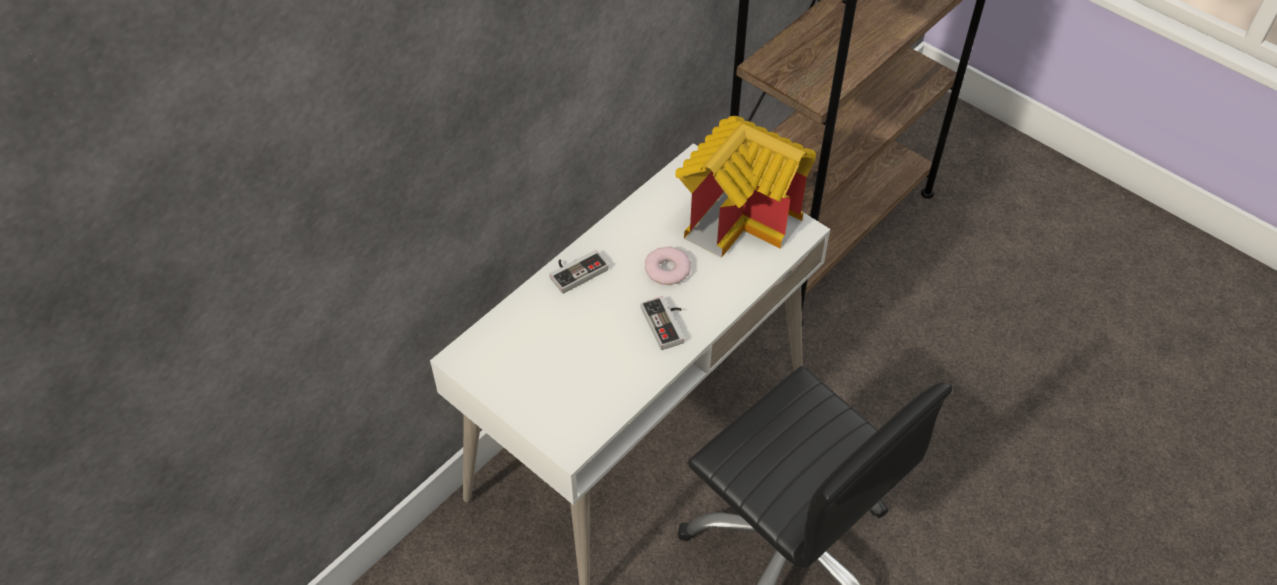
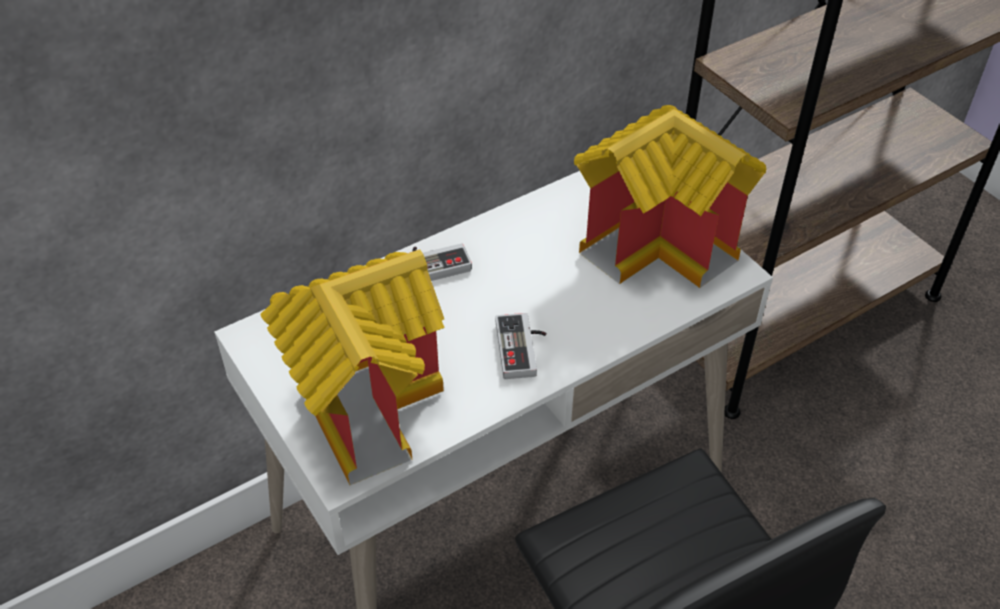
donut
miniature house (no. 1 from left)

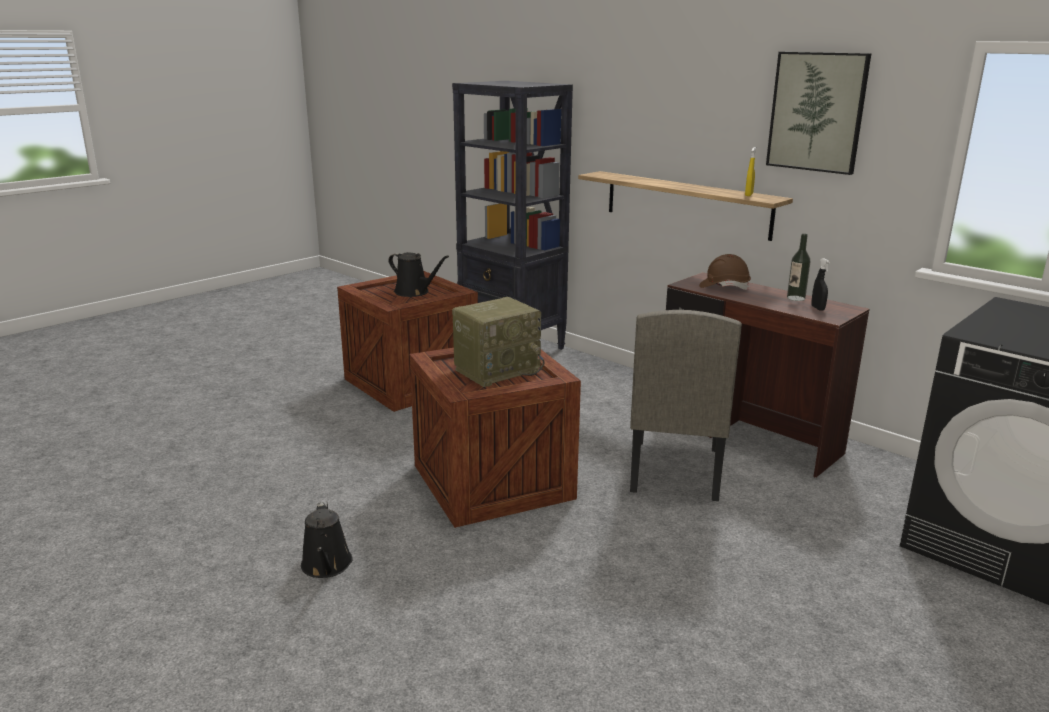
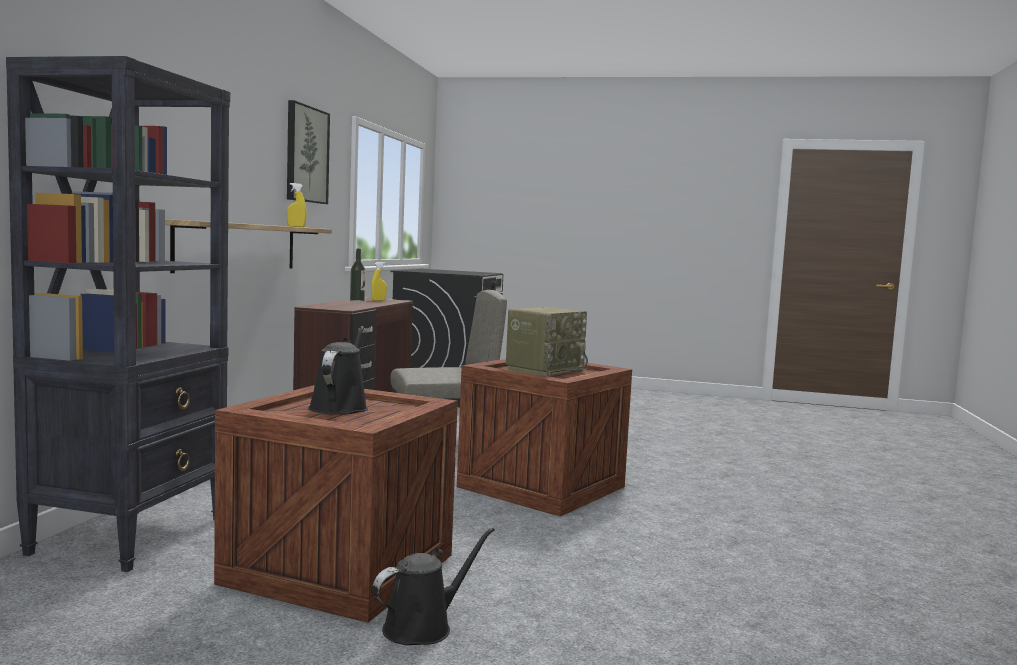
work helmet/brownish
watering can/black-coloured (no. 2 from left)
sprayer/yellow-coloured (no. 2 from left)
radio receiver

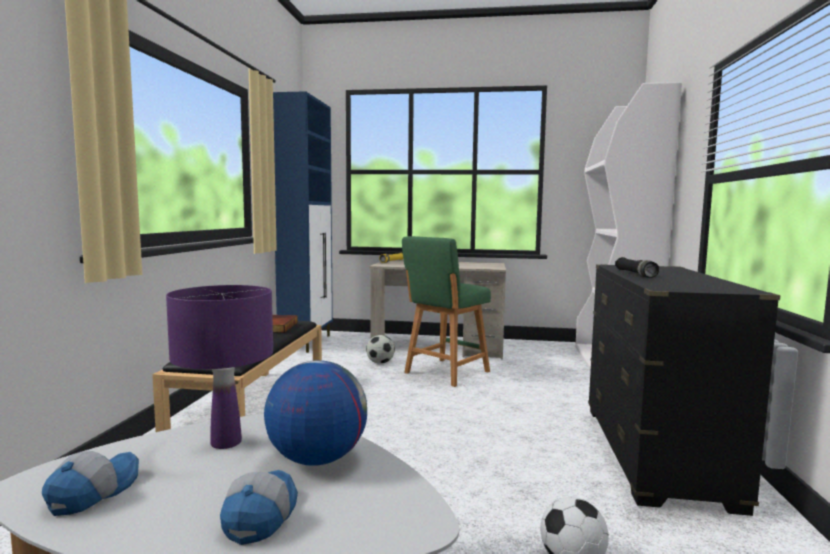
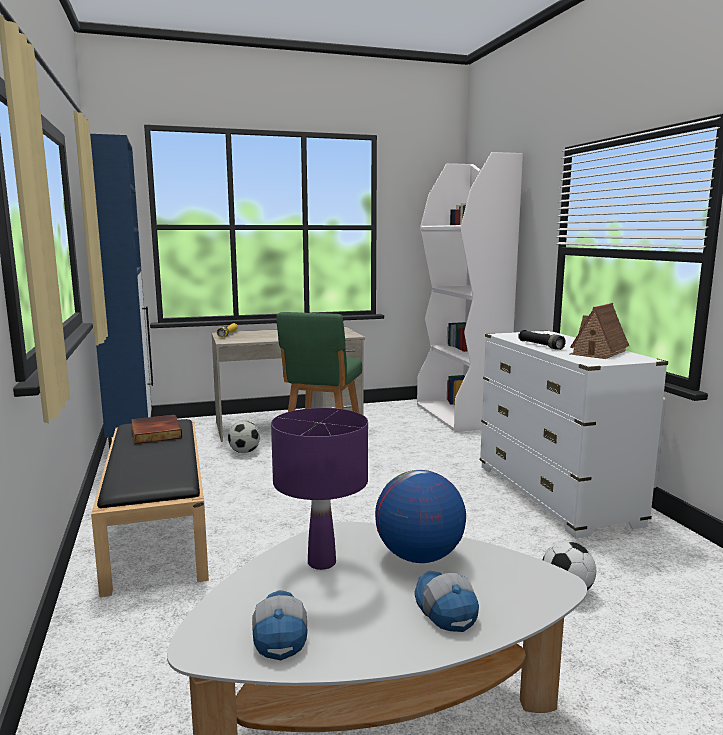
miniature house
dresser/whitish

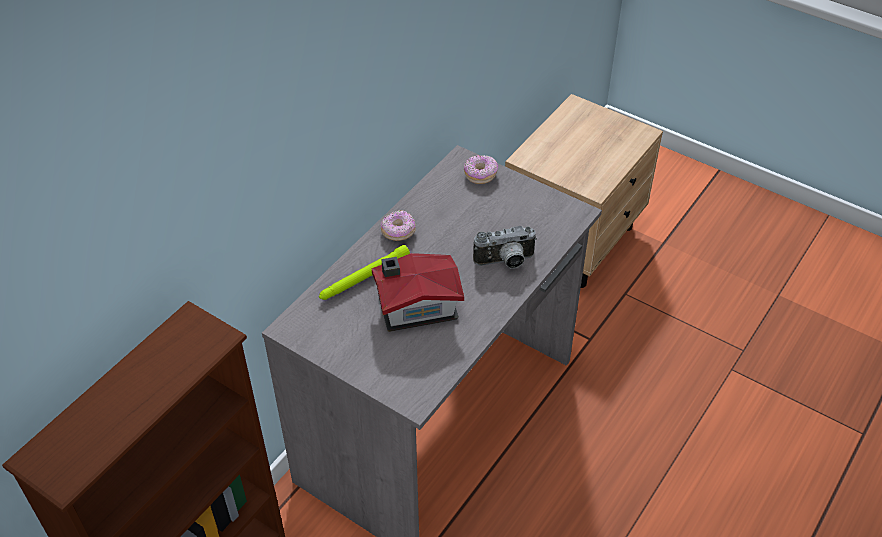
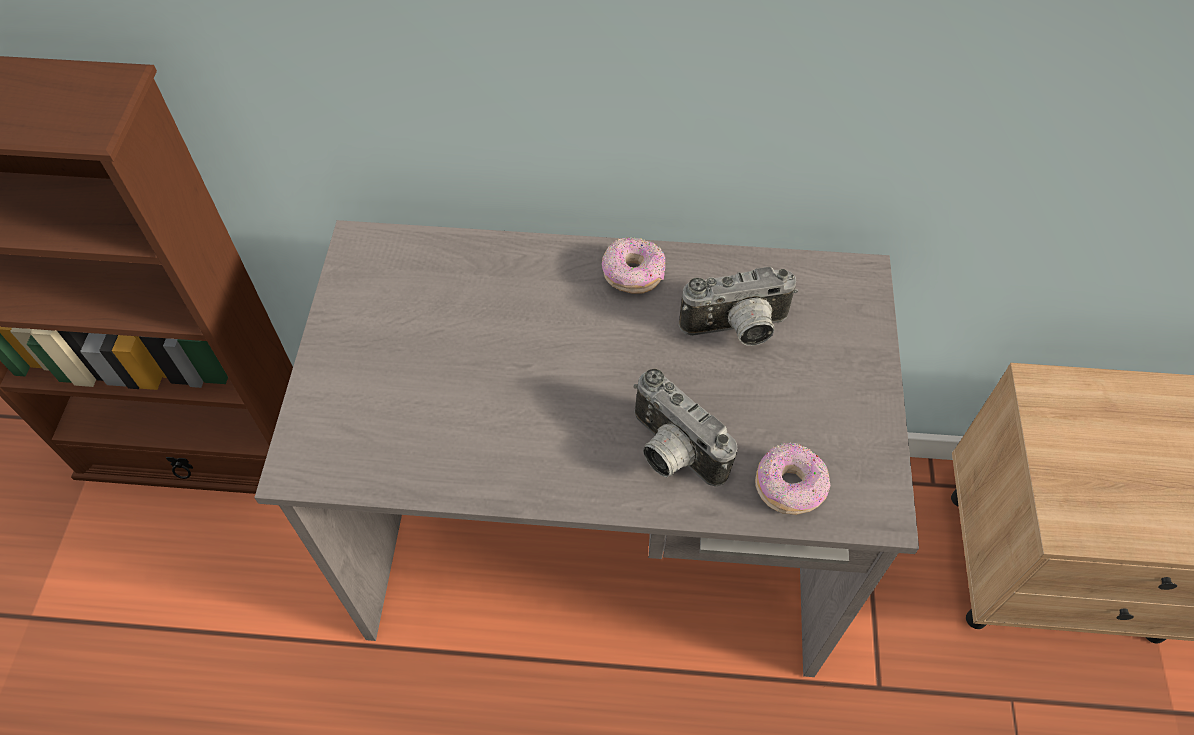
torch/green-coloured
miniature house
still camera (no. 2 from left)
donut (no. 2 from left)

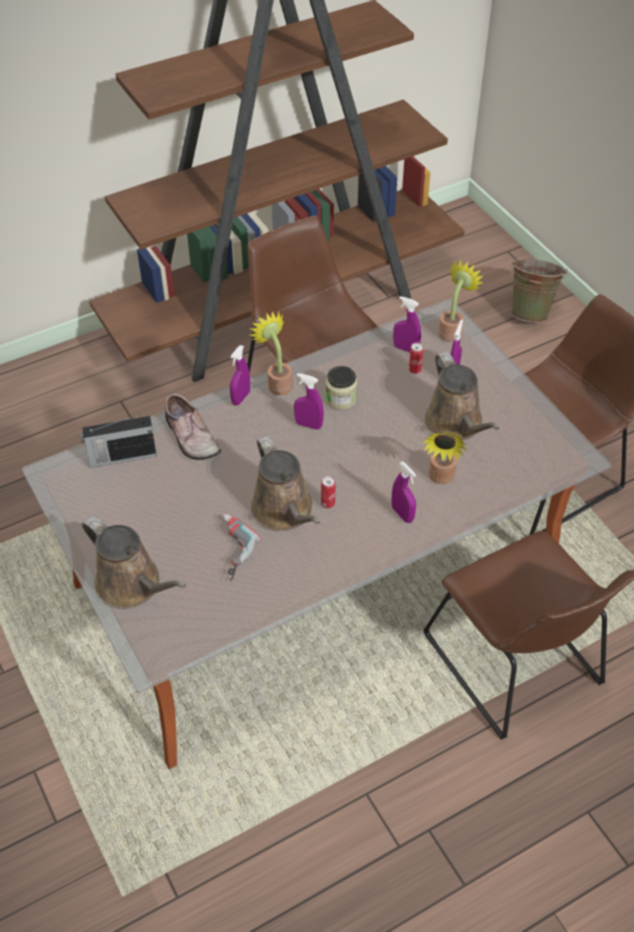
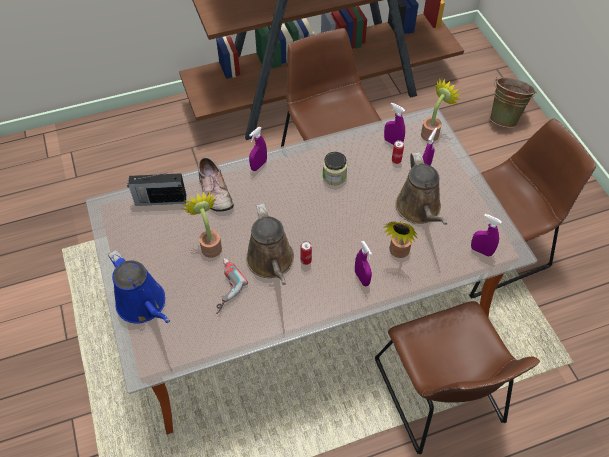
plant in a pot (no. 1 from left)
sprayer/purple-coloured (no. 5 from left)
watering can/blue

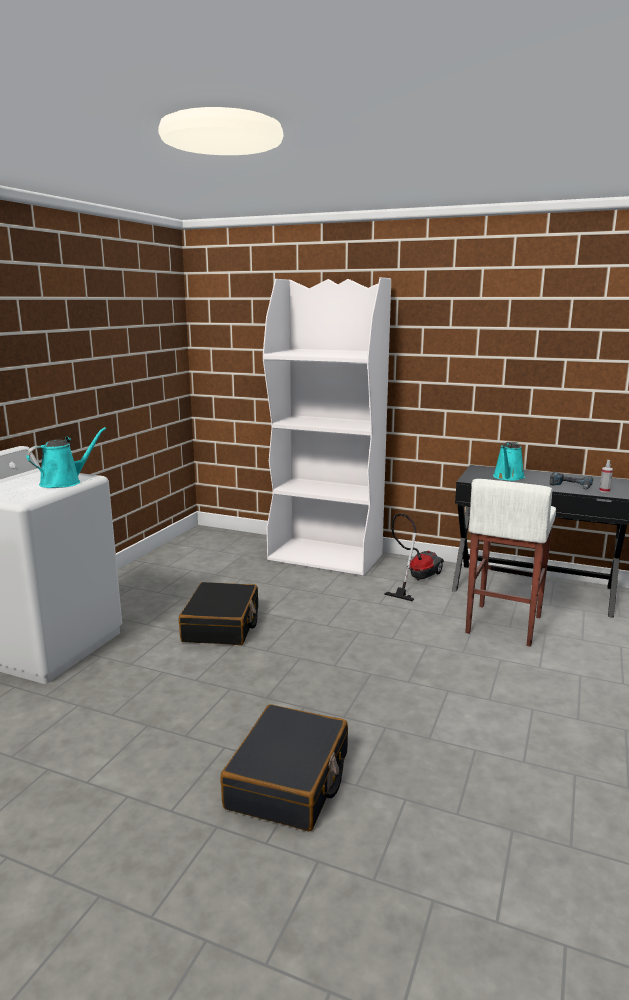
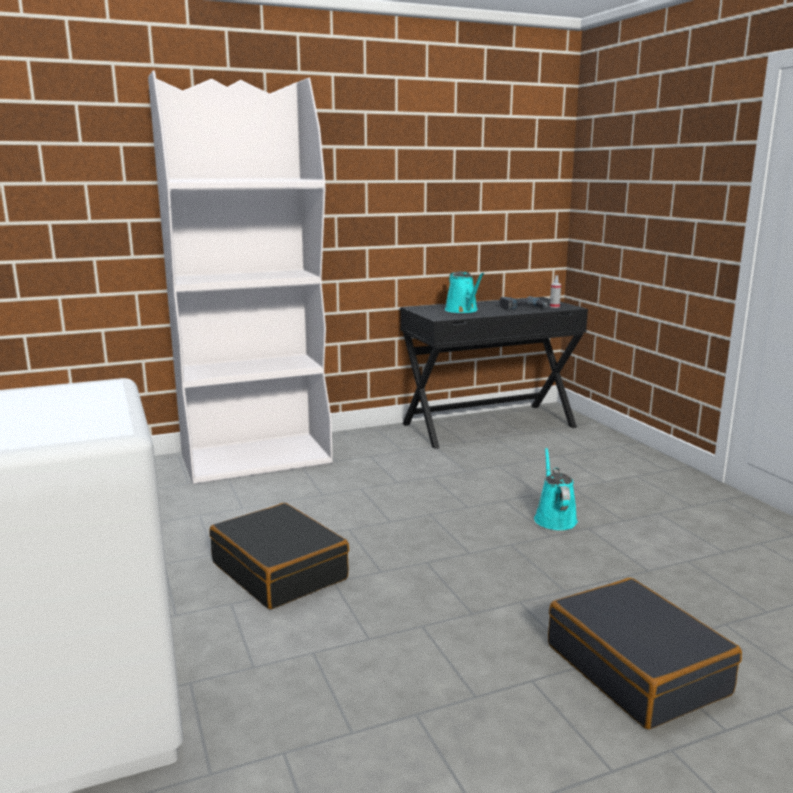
vacuum
sitting stool/whitish
watering can/blue-green (no. 2 from left)

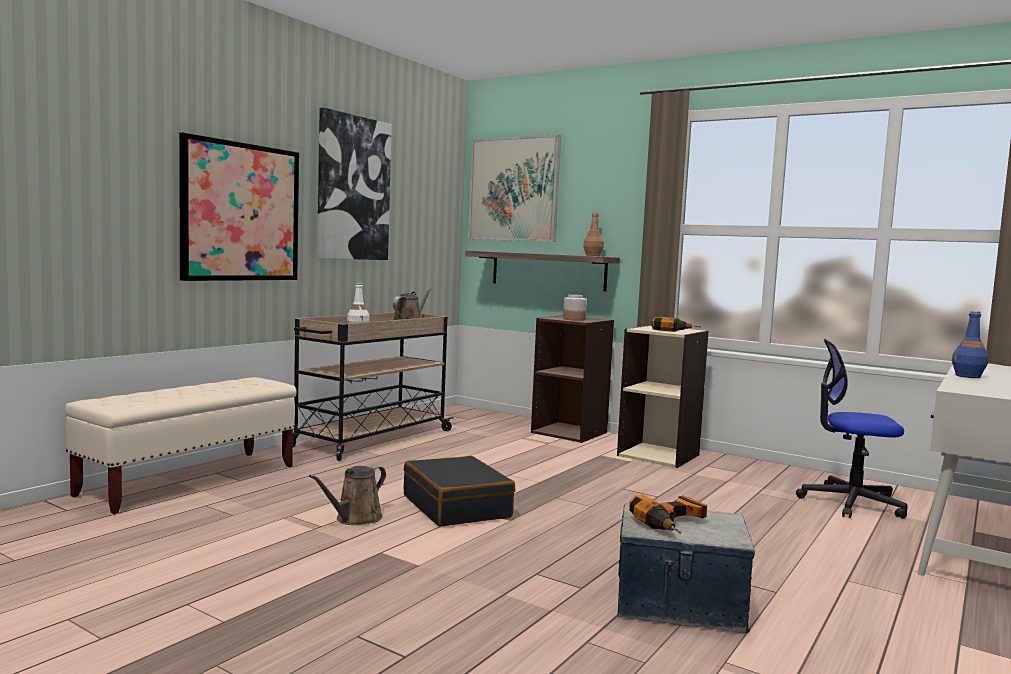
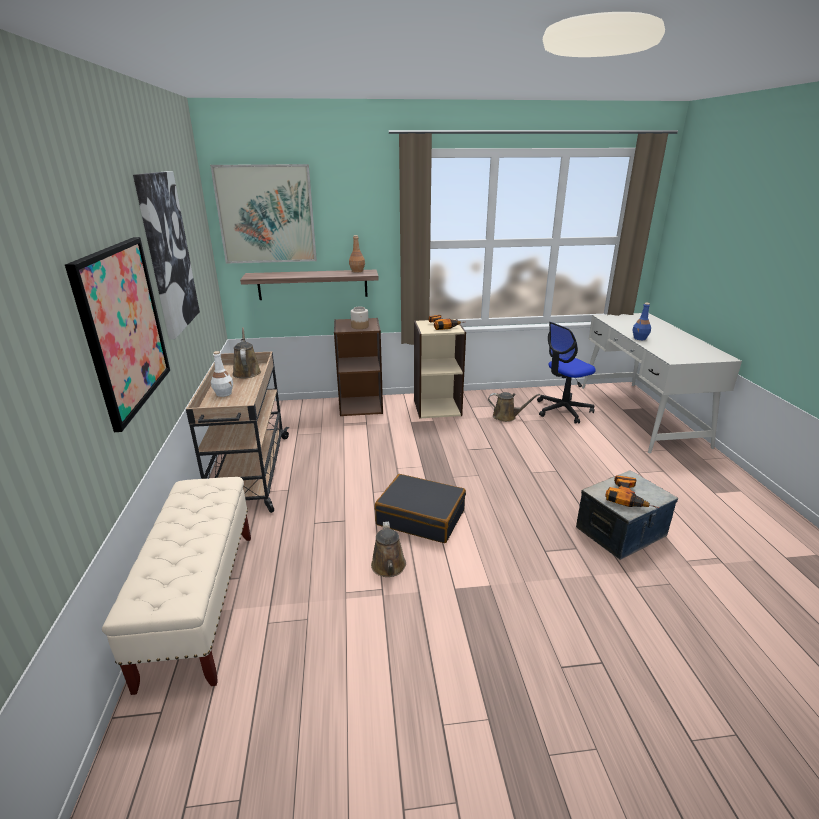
watering can/brownish (no. 3 from left)

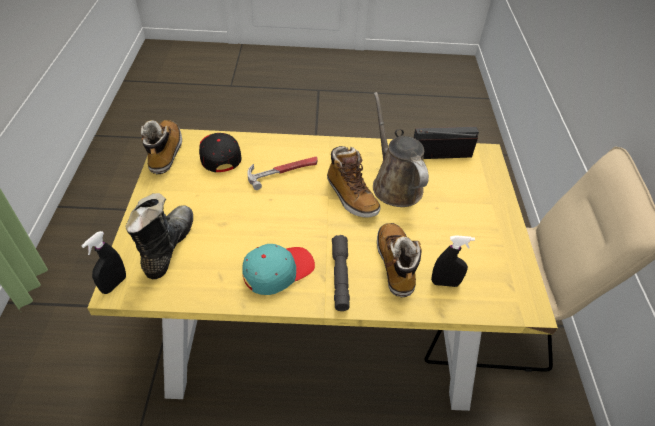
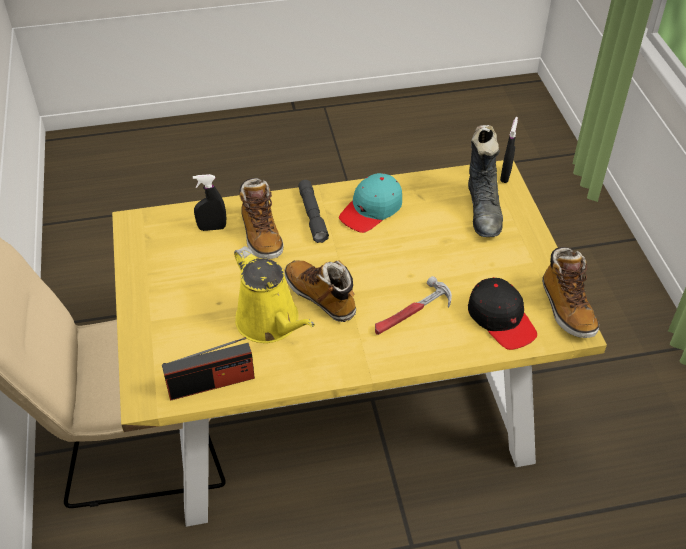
watering can/yellow-coloured

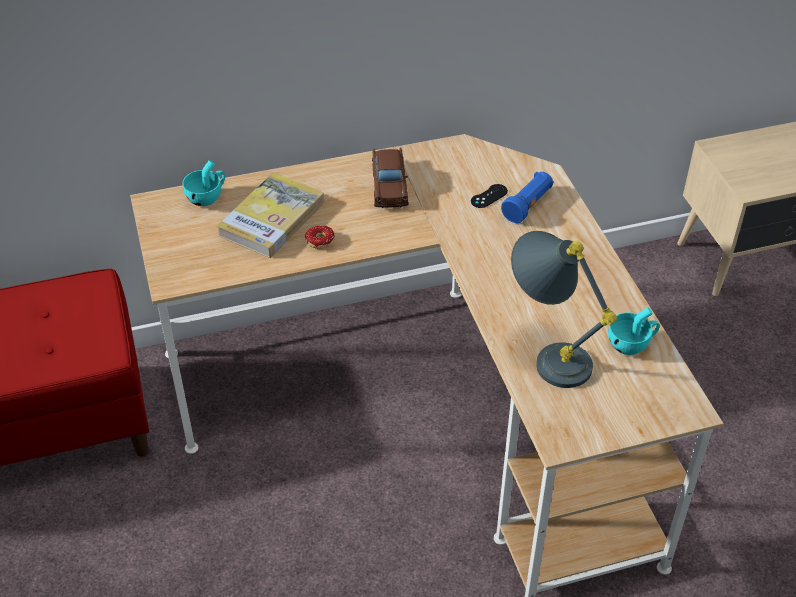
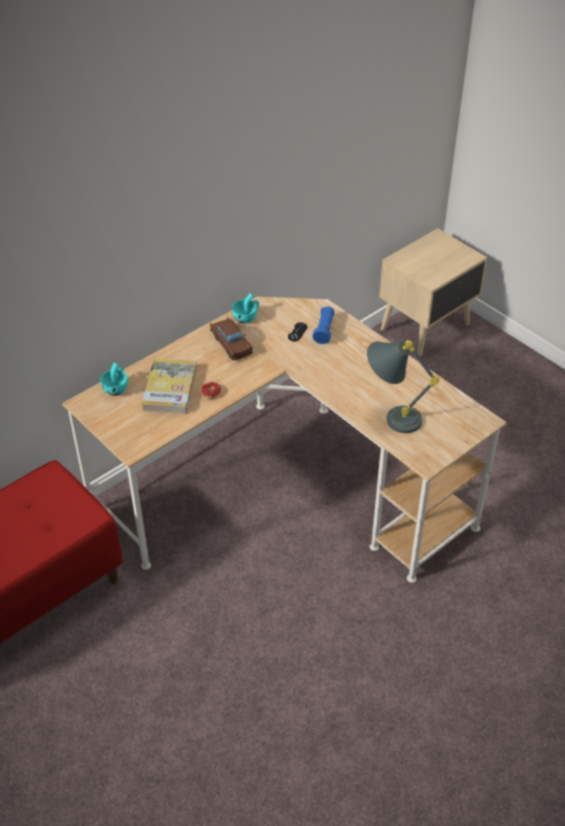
drinking cup/blue-green (no. 2 from left)

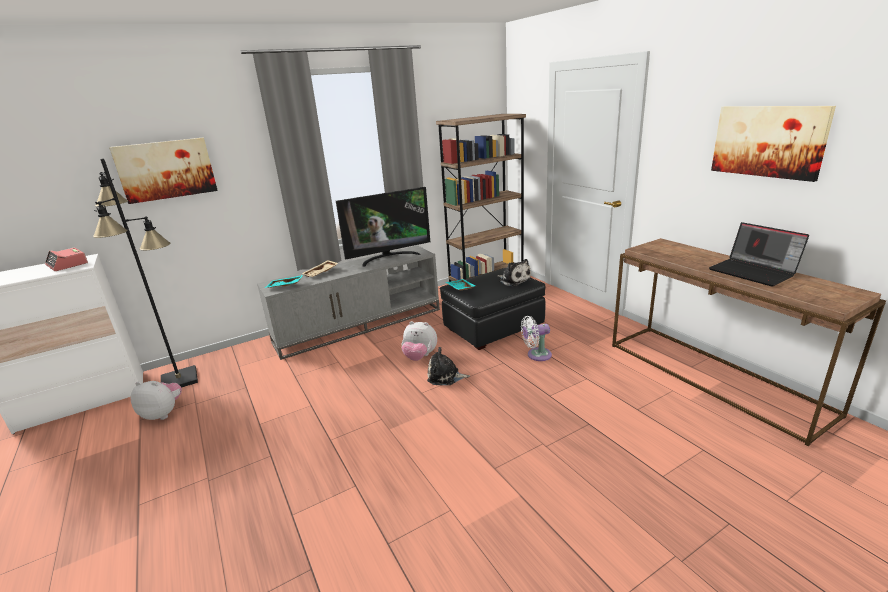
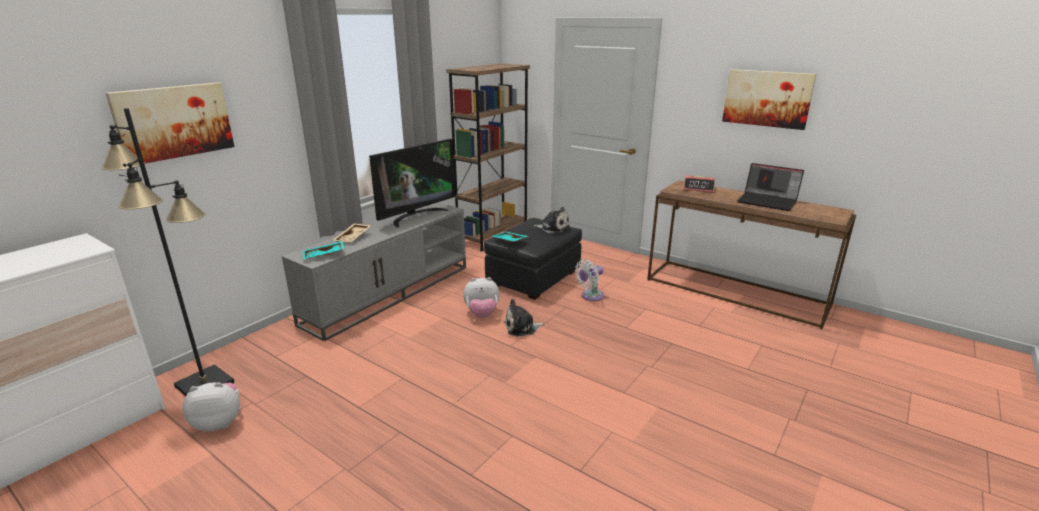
table clock

